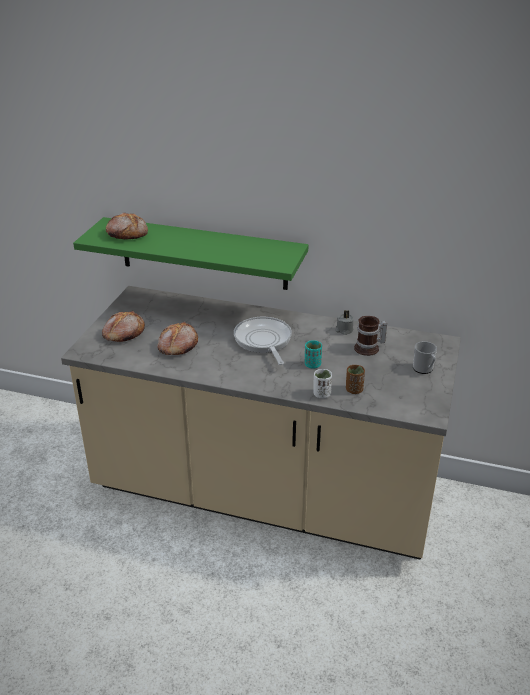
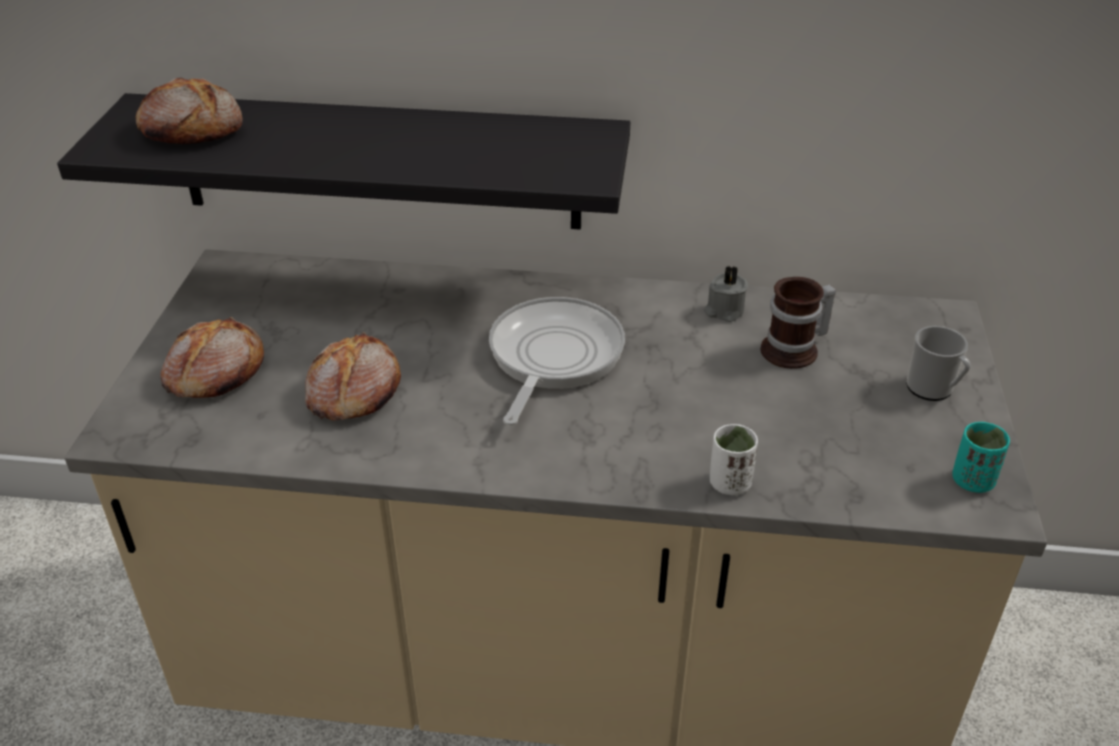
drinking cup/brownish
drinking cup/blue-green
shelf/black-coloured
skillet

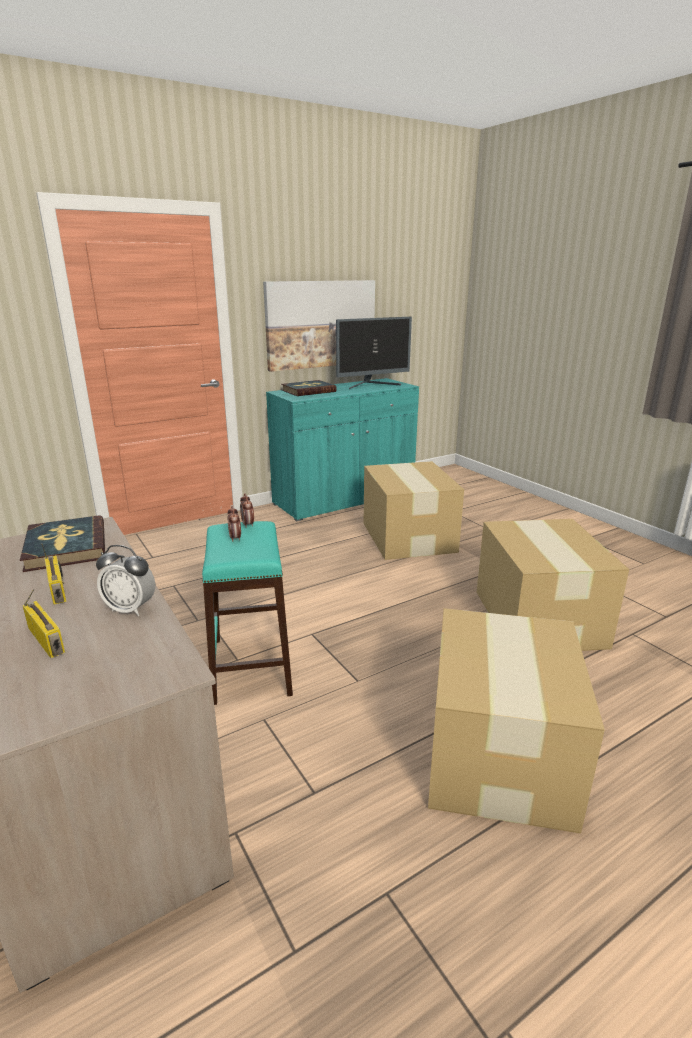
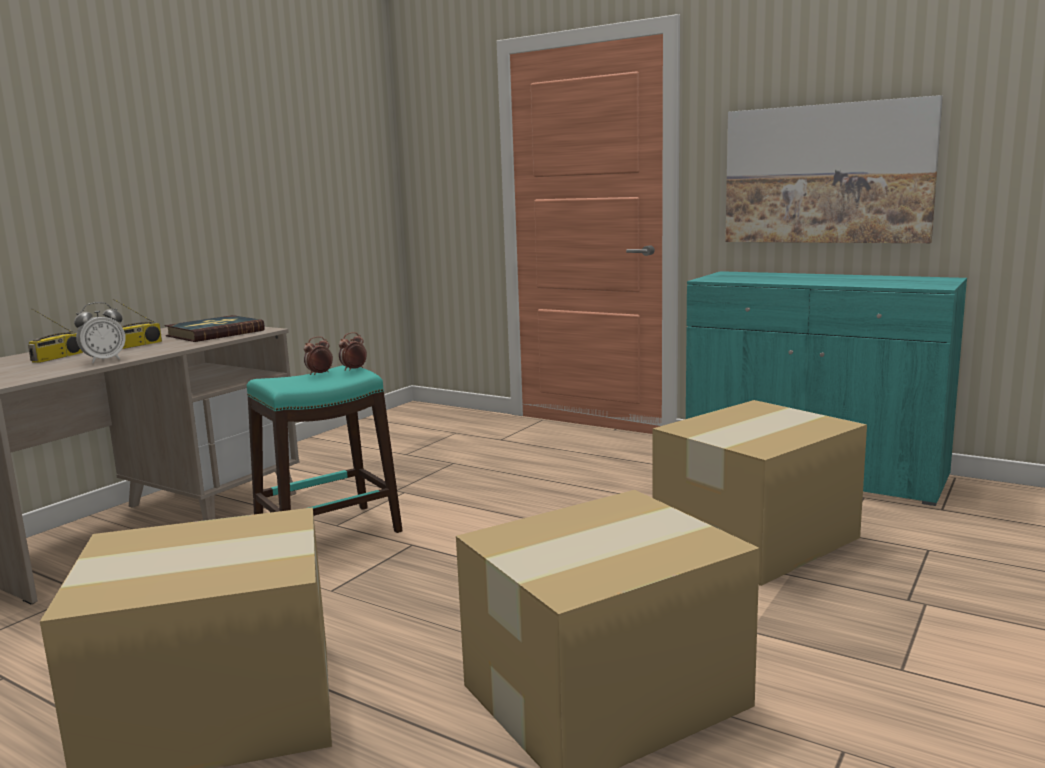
bound book (no. 2 from left in the first image)
computer display
table clock (no. 1 from left)

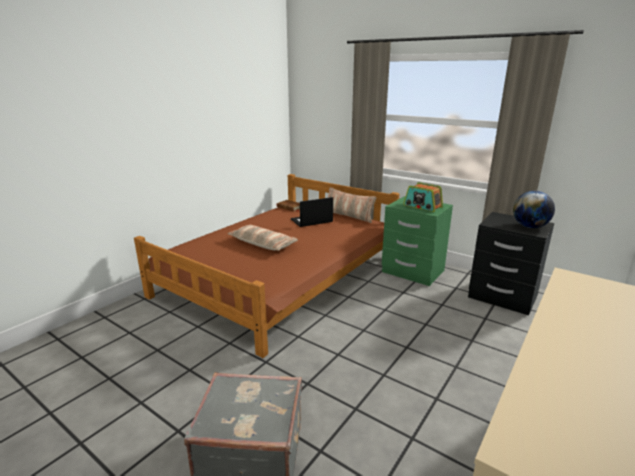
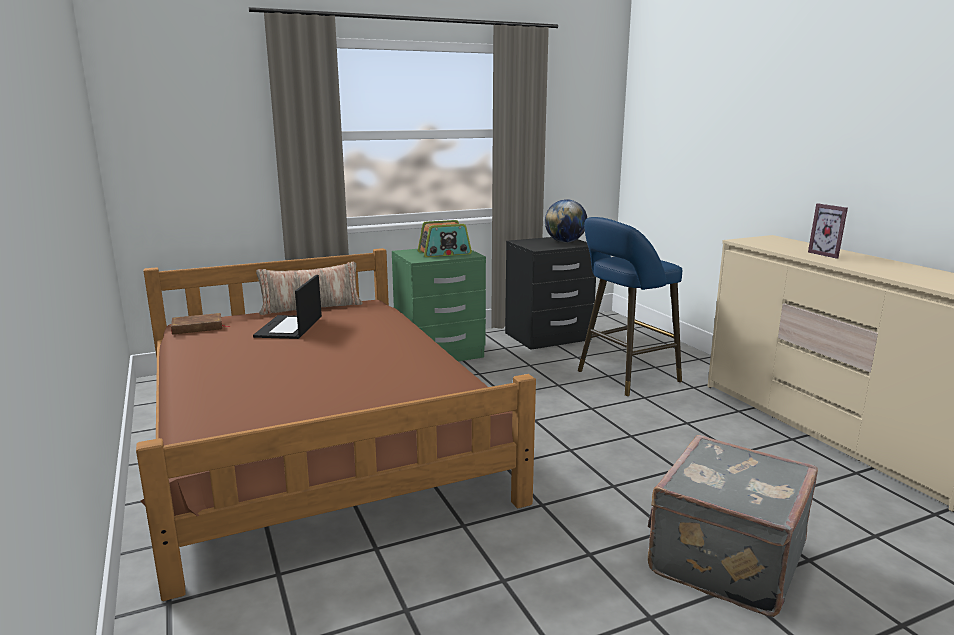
cushion (no. 1 from left in the first image)
sitting stool/blue
photo frame

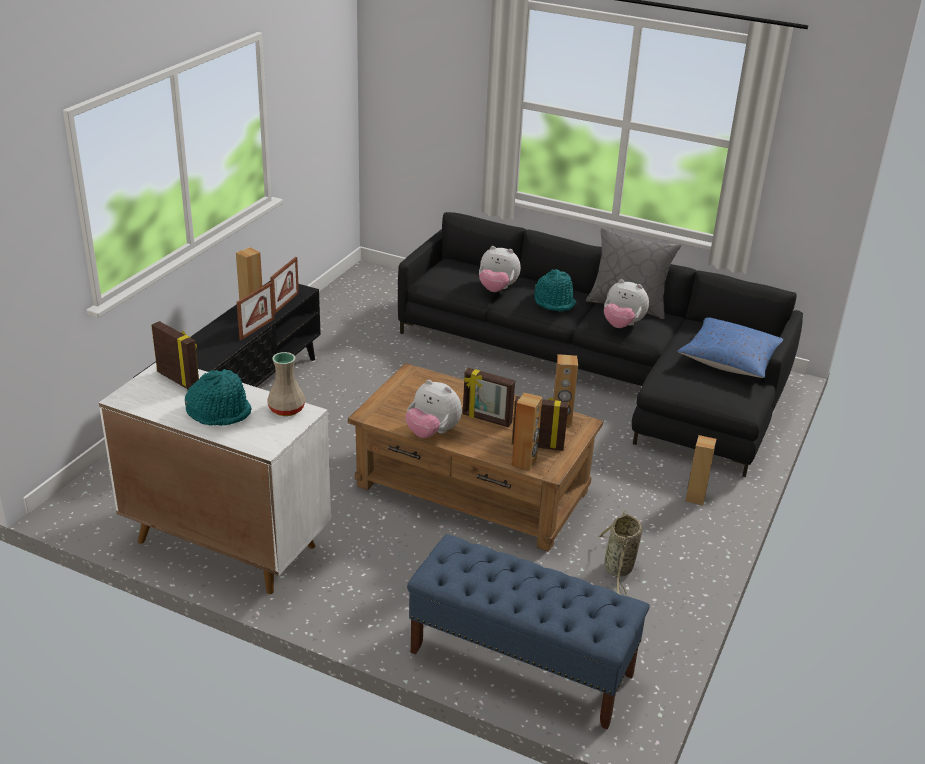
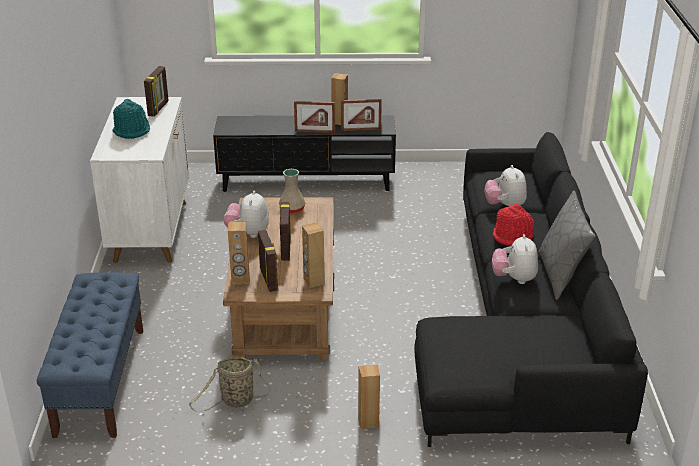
cushion/blue
decorative vase/beige
hat/red-coloured

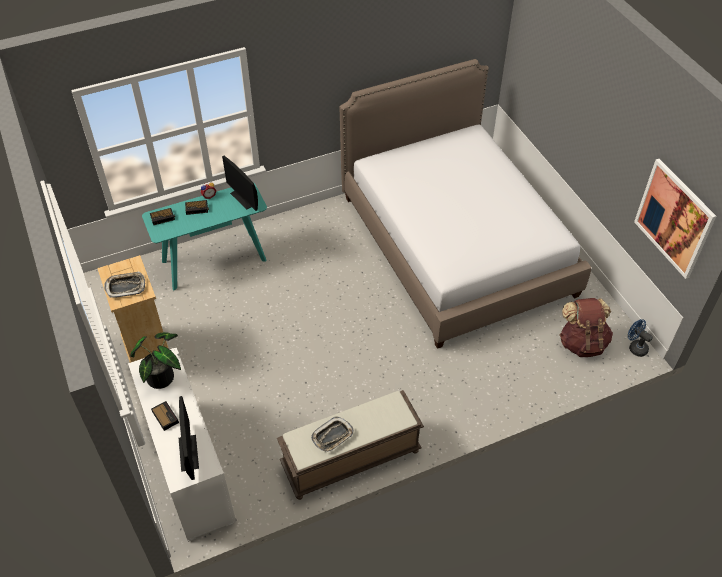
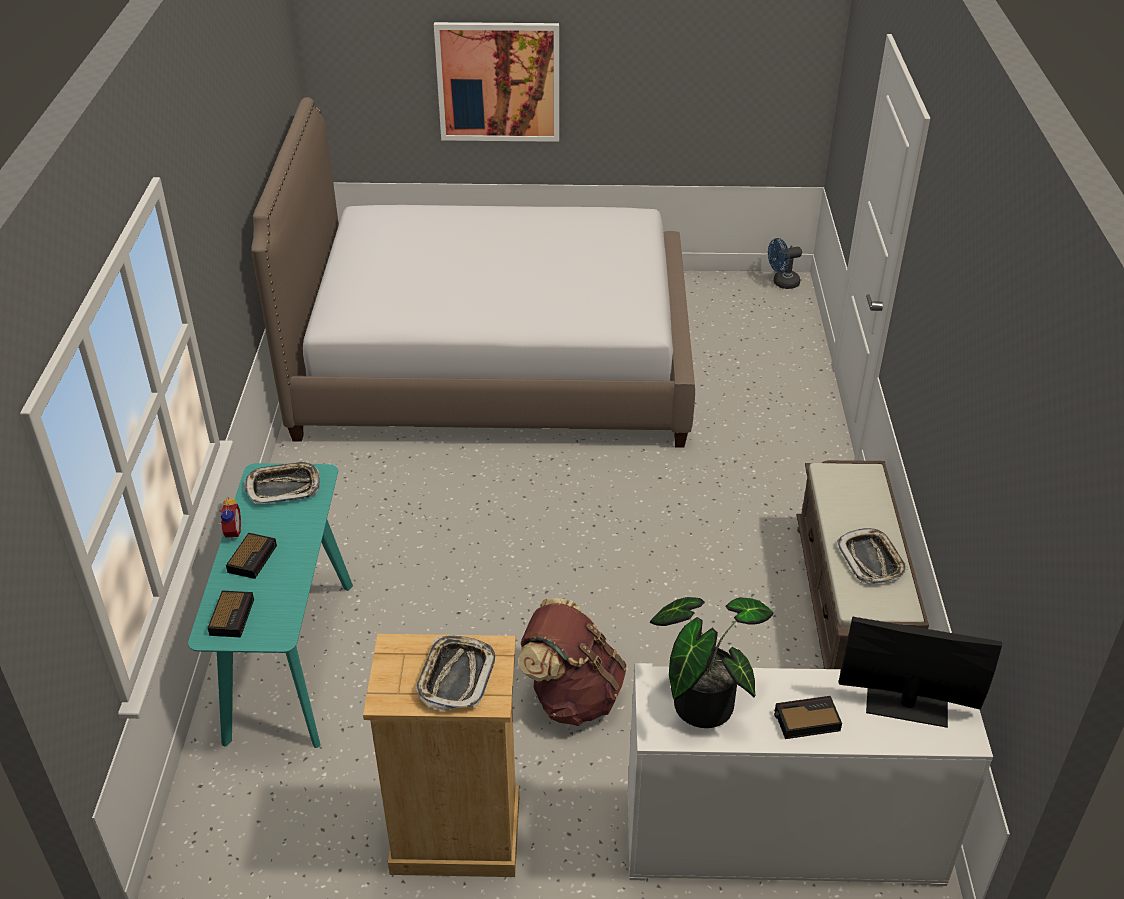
rucksack/brownish
wall art
carrying tray (no. 1 from left)

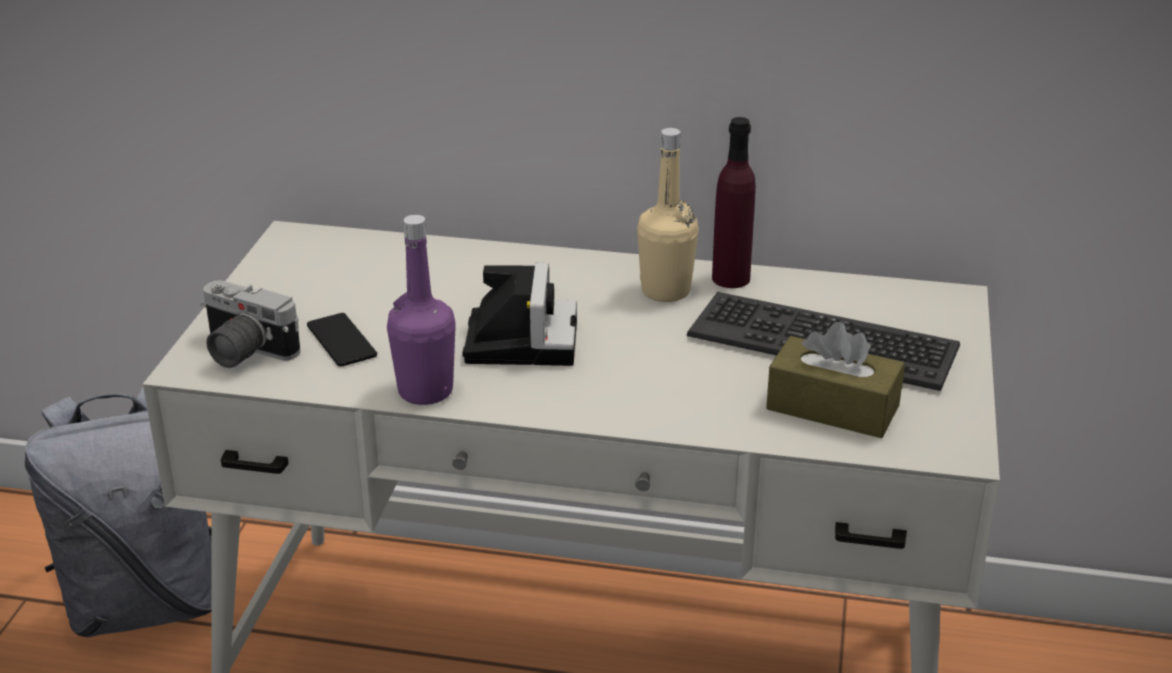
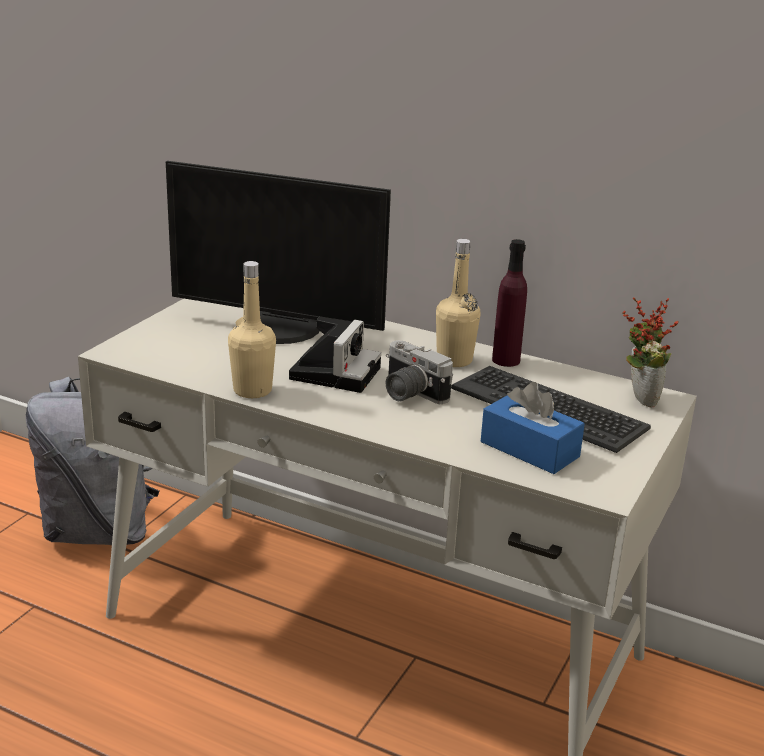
handset
computer display
plant in a pot
still camera (no. 2 from left)
bottle/beige (no. 1 from left)
tissue holder/blue

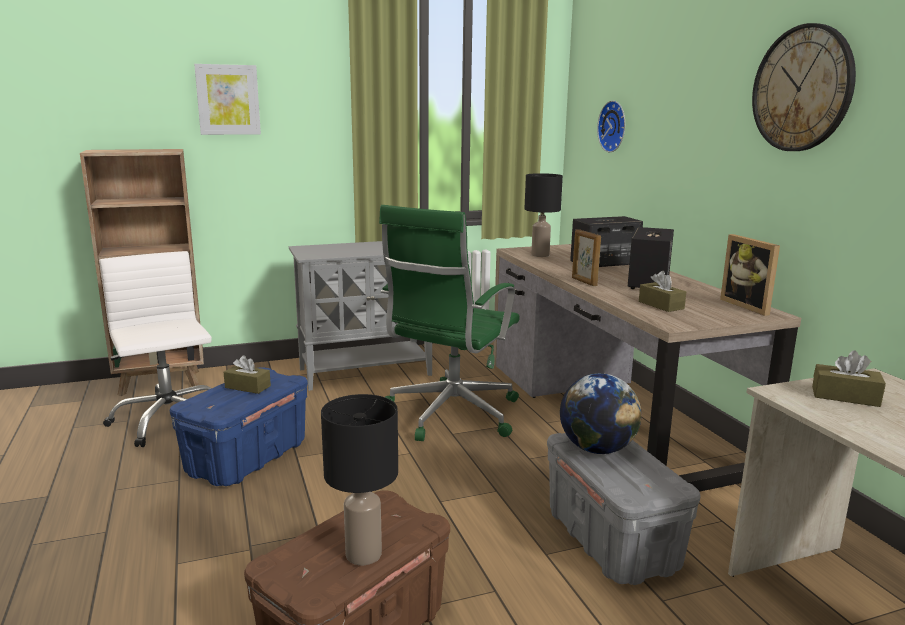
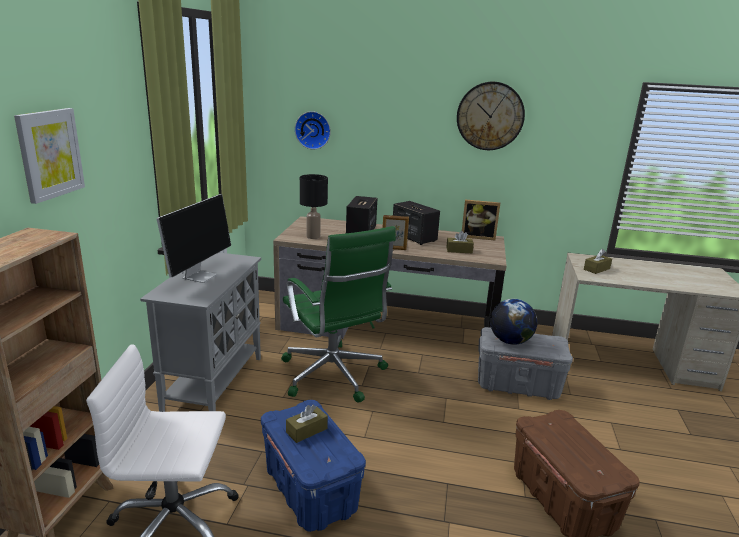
lamp for a table/black-coloured (no. 1 from left in the first image)
computer display

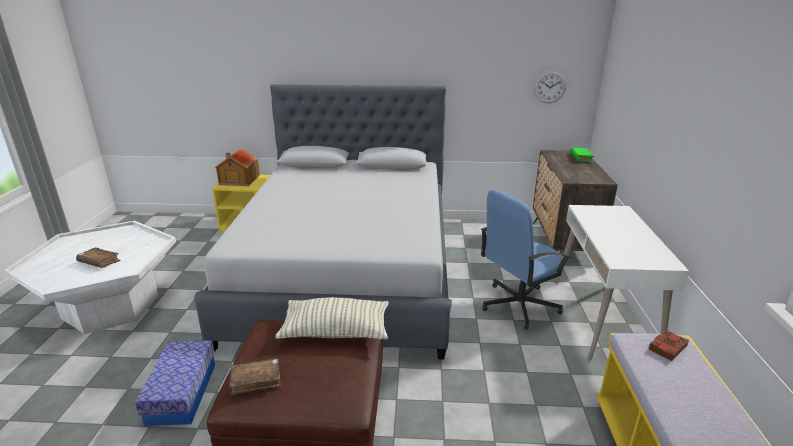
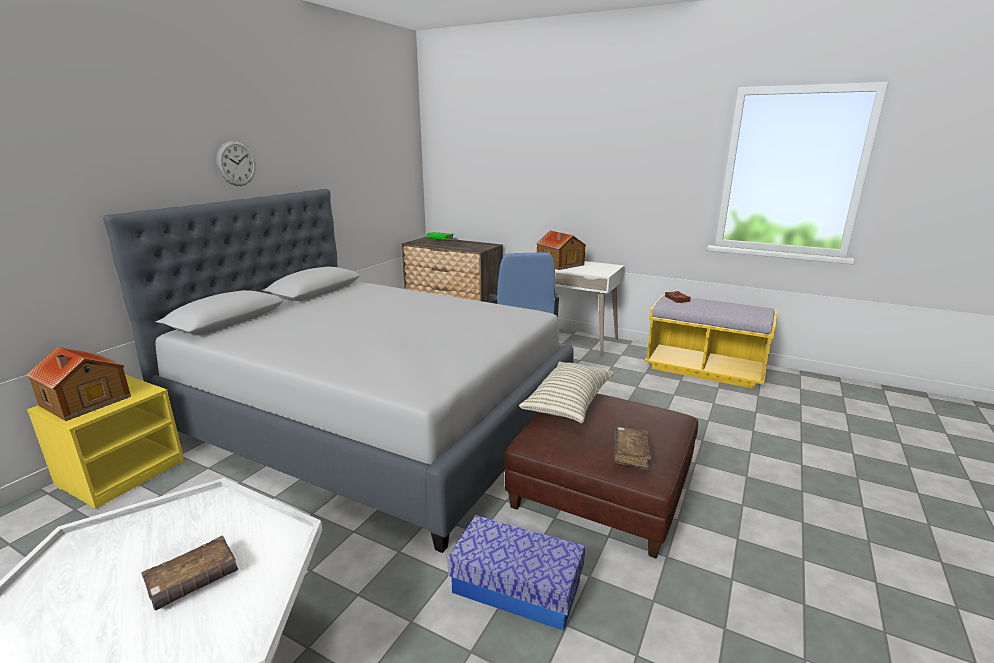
miniature house (no. 2 from left)
hanging clock

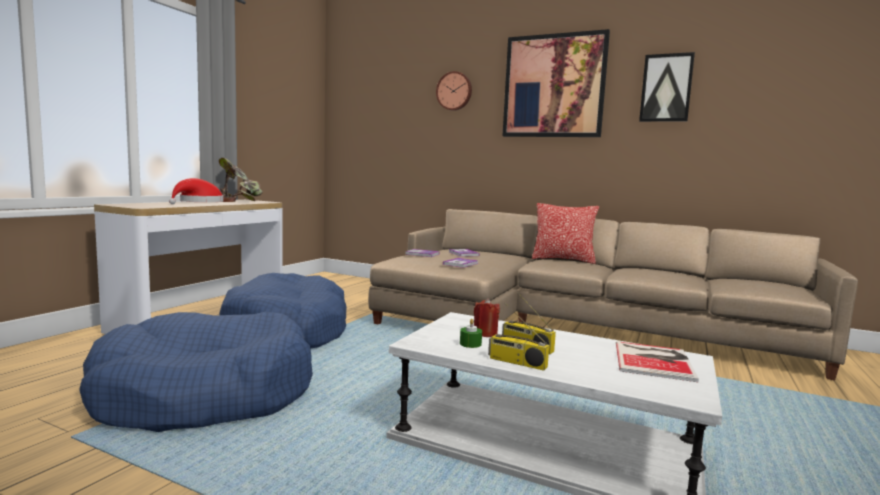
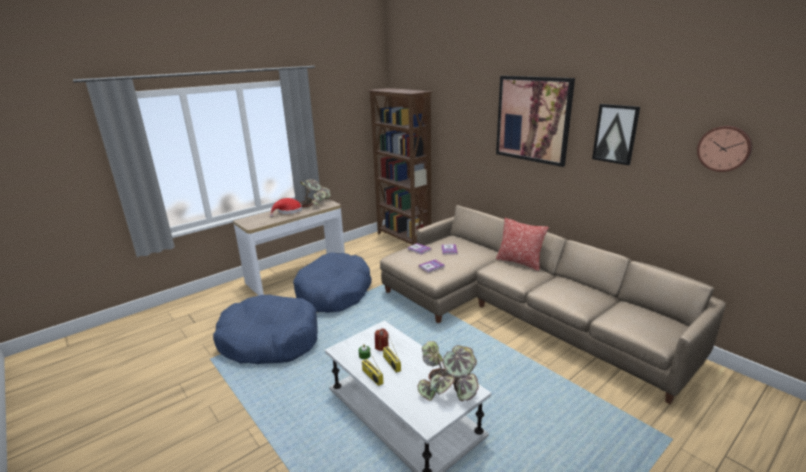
bookshelf/brownish
hanging clock
plant in a pot (no. 2 from left)

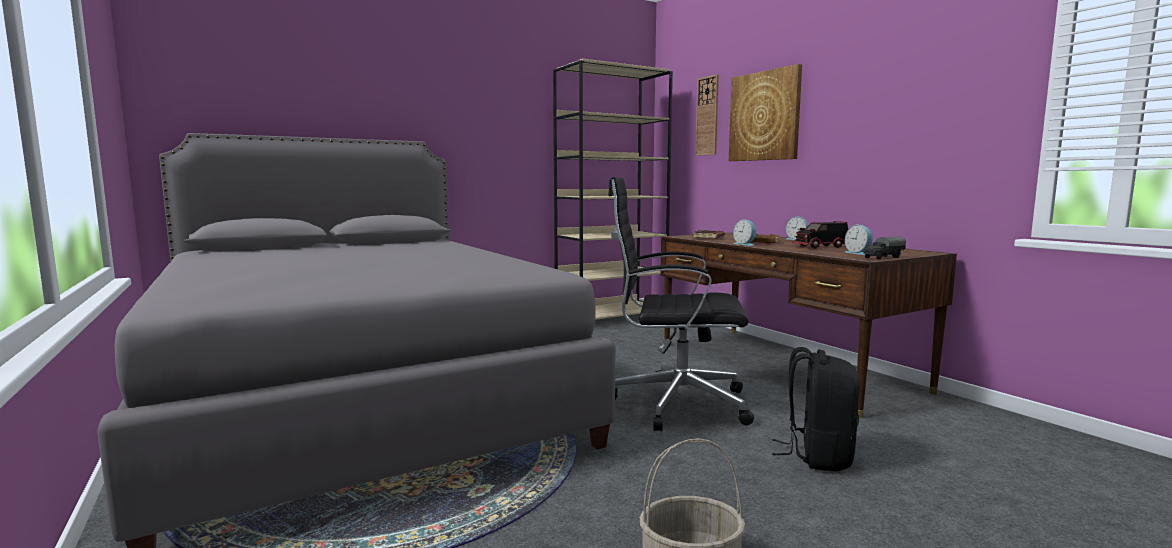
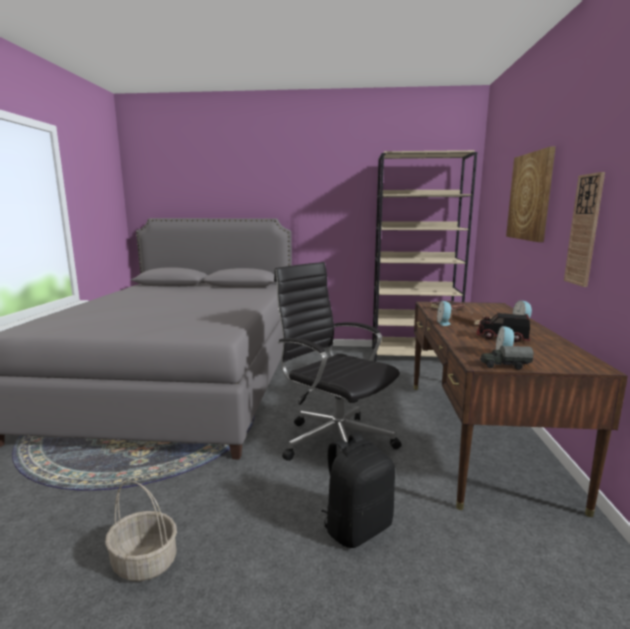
hanging clock

